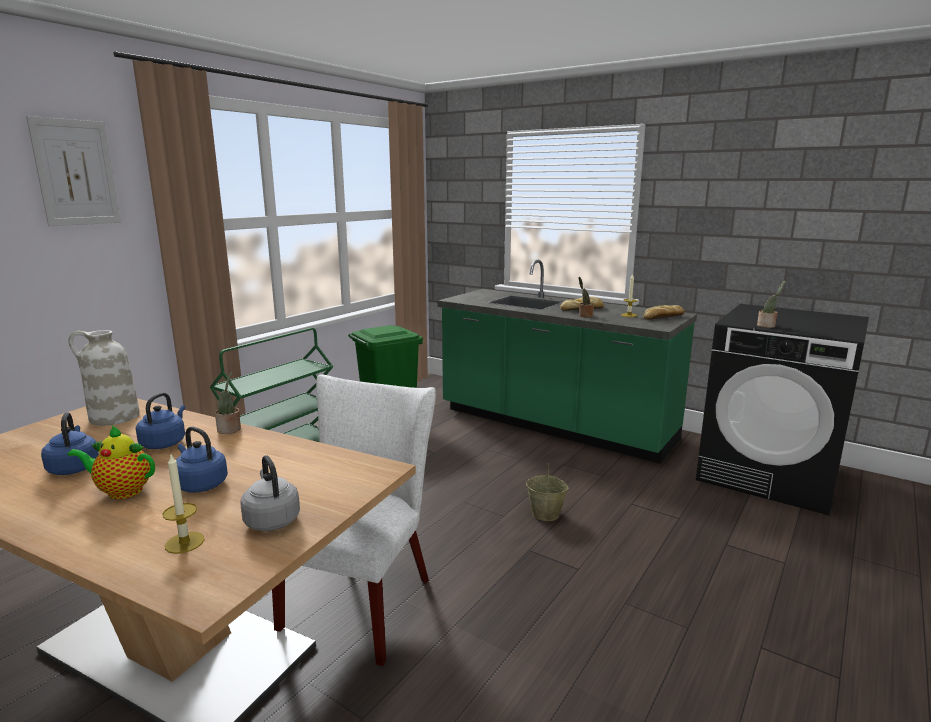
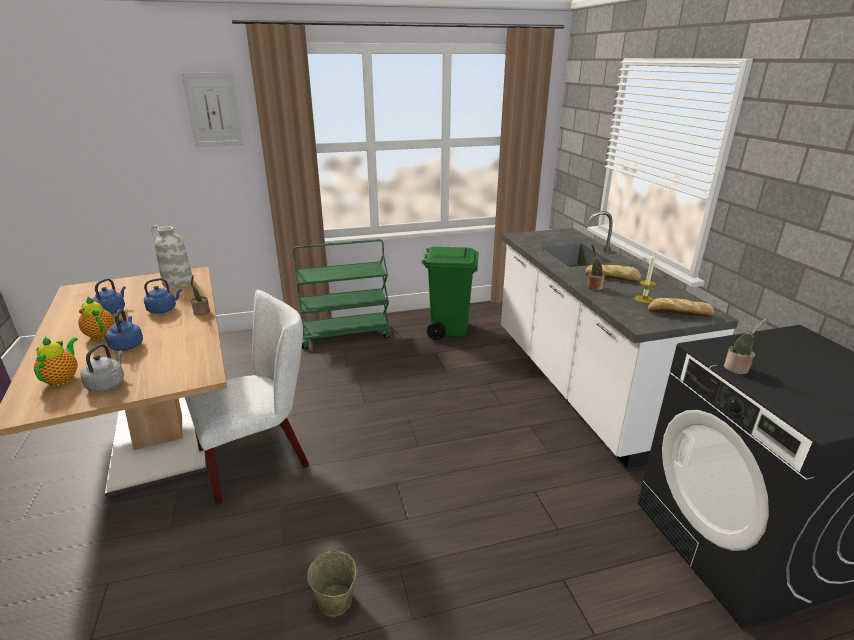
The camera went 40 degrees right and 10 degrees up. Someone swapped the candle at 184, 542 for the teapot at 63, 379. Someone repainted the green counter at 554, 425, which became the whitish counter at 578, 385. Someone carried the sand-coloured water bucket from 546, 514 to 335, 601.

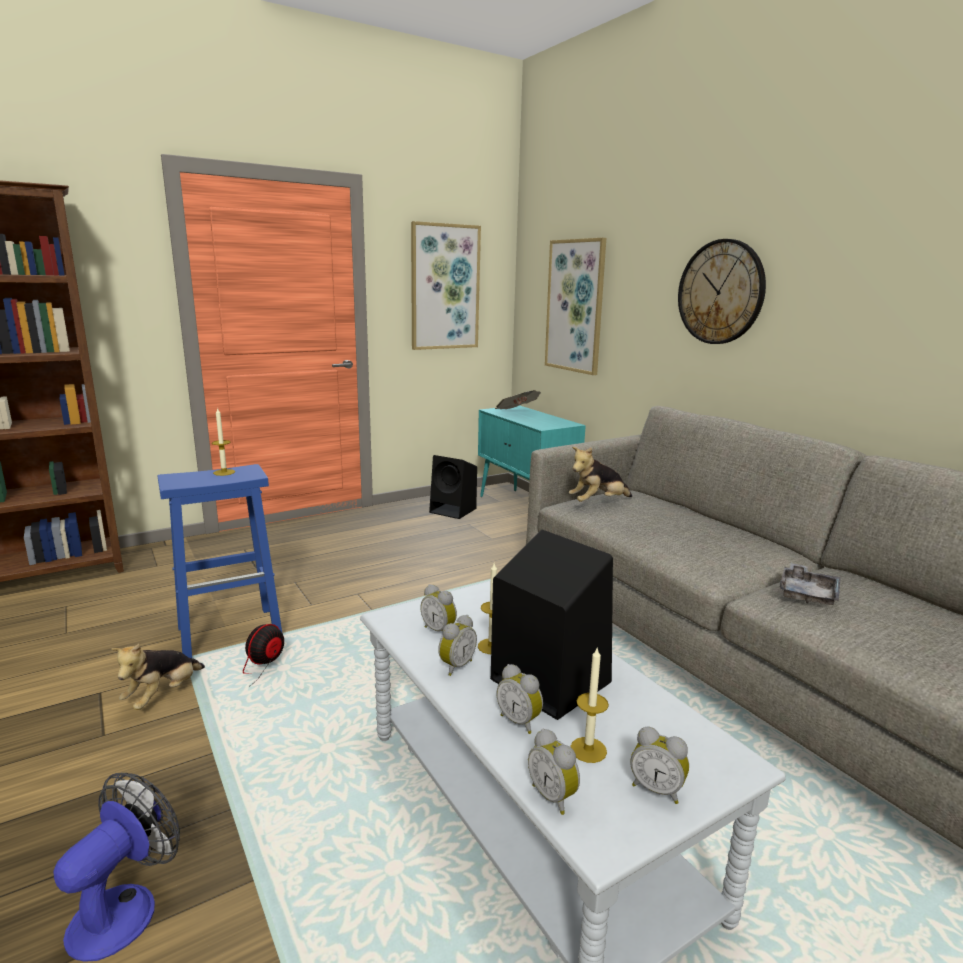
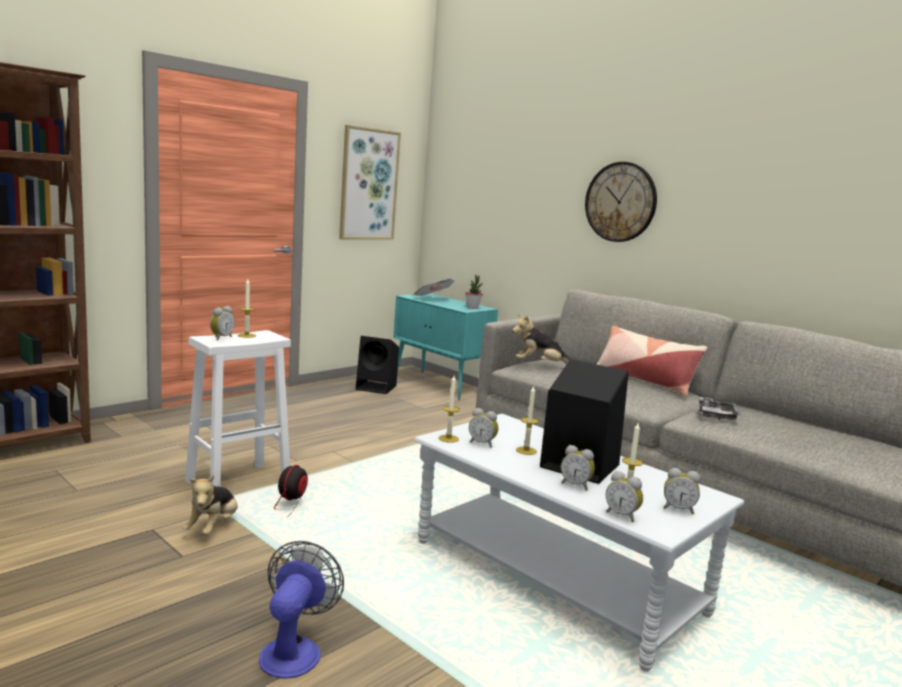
The camera went 15 degrees left and 5 degrees down. Someone repainted the bluish sitting stool at 232, 633, which became the whitish sitting stool at 239, 483. Someone carried the alarm clock from 455, 666 to 221, 338. Someone took away the wall picture at 575, 306. Someone rotated the plush toy at 598, 503 by 45 degrees clockwise. Someone put down the candle at 448, 438. Someone put down the plant in a pot at 472, 308. Someone put down the throw pillow at 644, 380.

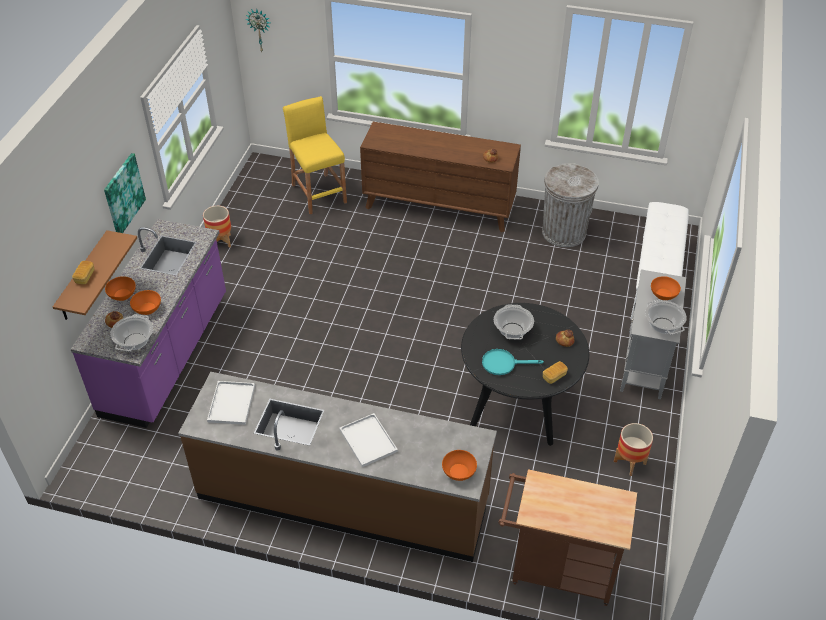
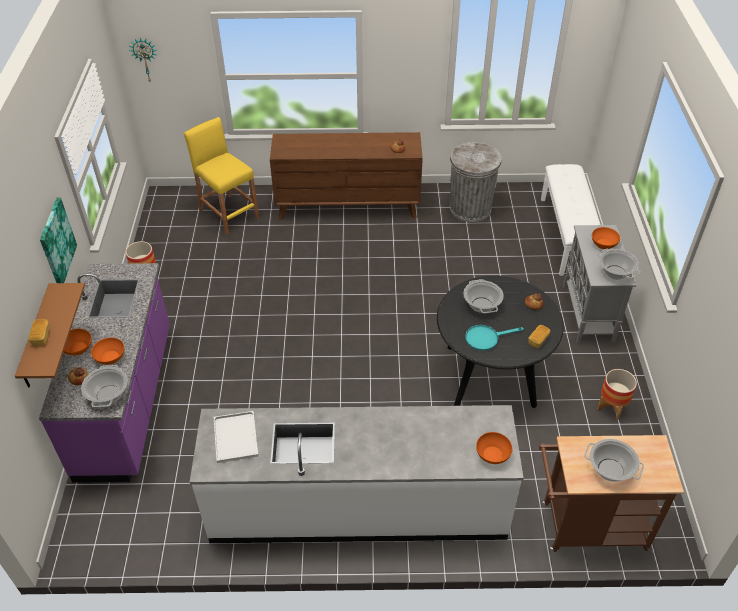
The camera went 15 degrees left and 0 degrees up. Someone repainted the brown-coloured counter at 343, 498, which became the whitish counter at 358, 506. Someone took away the whitish carrying tray at 367, 440. Someone put down the saucepot at 610, 469.

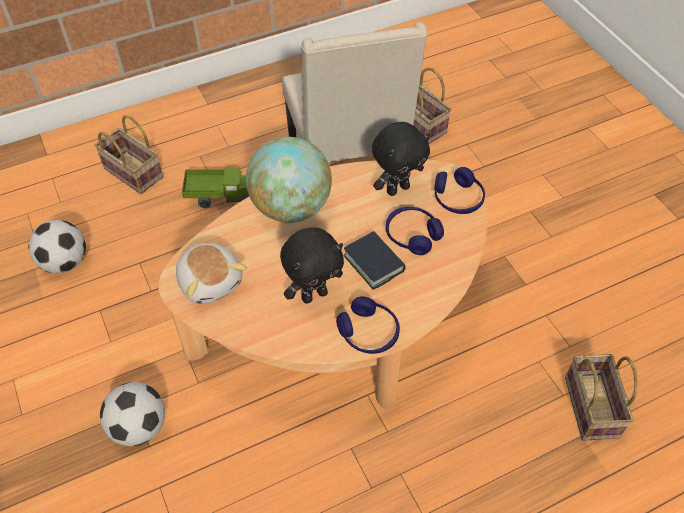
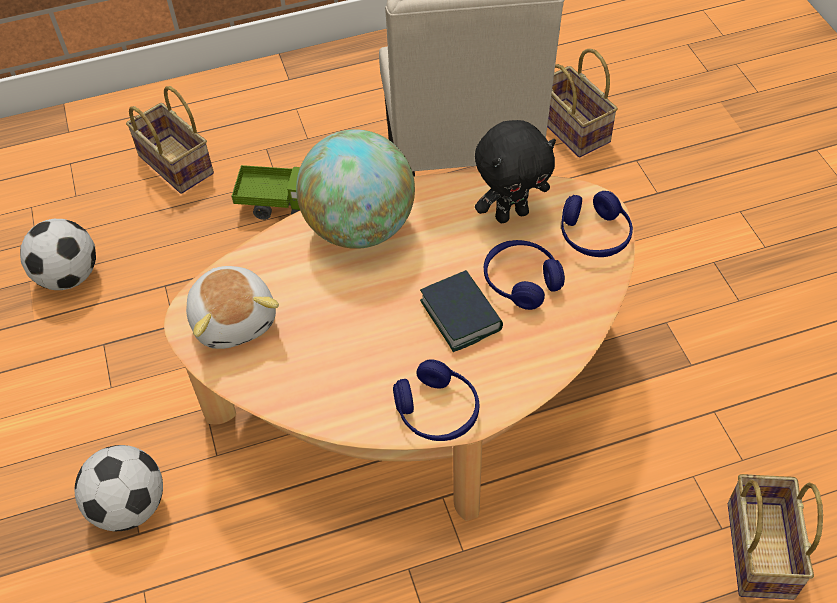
The camera went 10 degrees right and 0 degrees up. Someone took away the black-coloured plush toy at 314, 294.

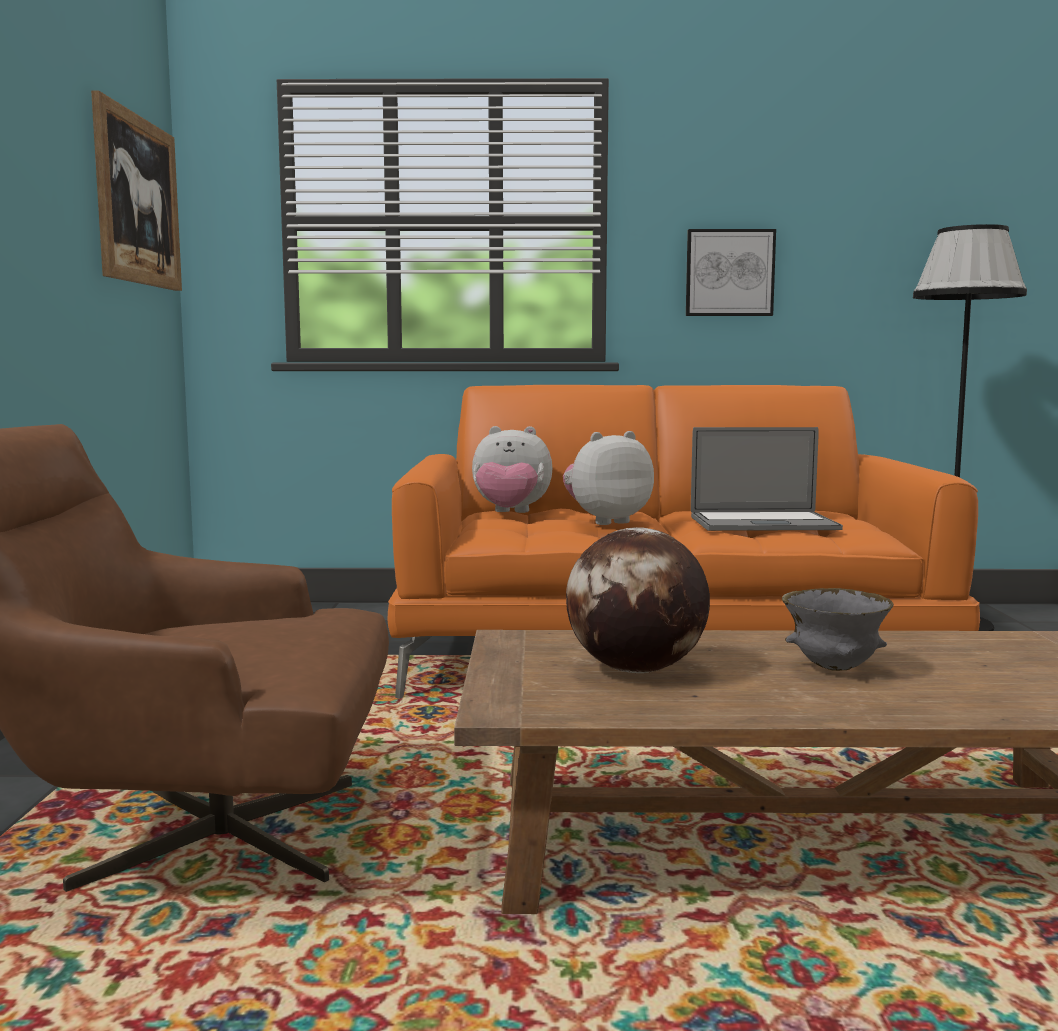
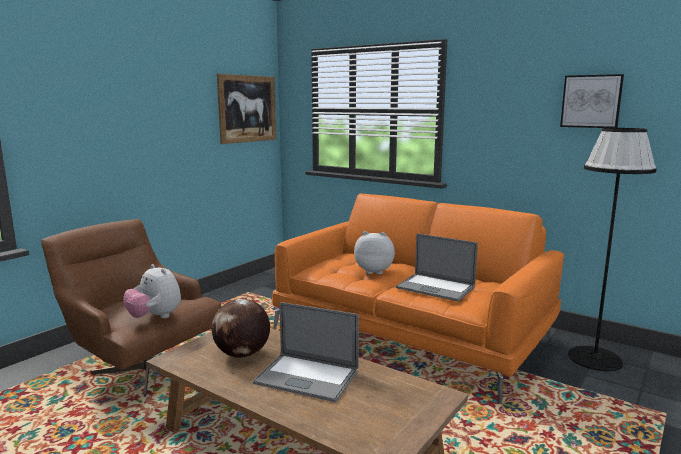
The camera went 35 degrees right and 5 degrees up. Someone carried the plush toy from 510, 513 to 155, 317. Someone carried the wall picture from 729, 273 to 591, 101. Someone swapped the greyish bowl at 834, 668 for the notebook computer at 306, 377.

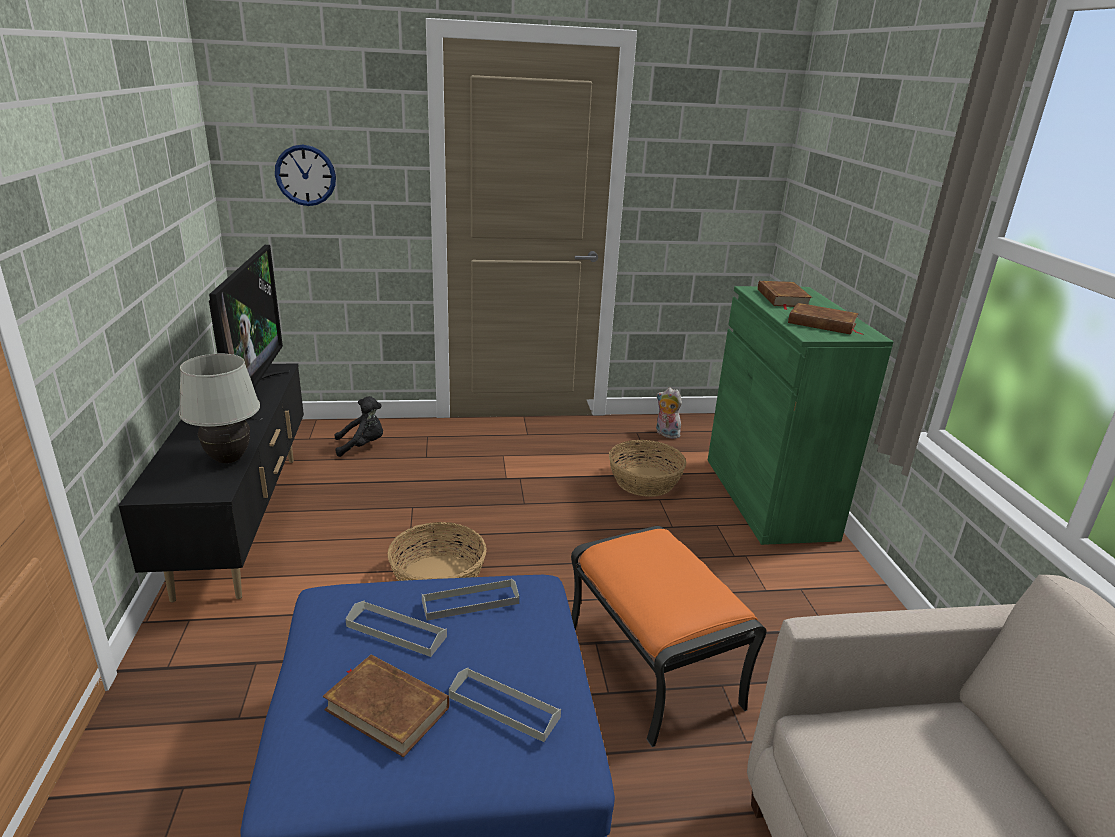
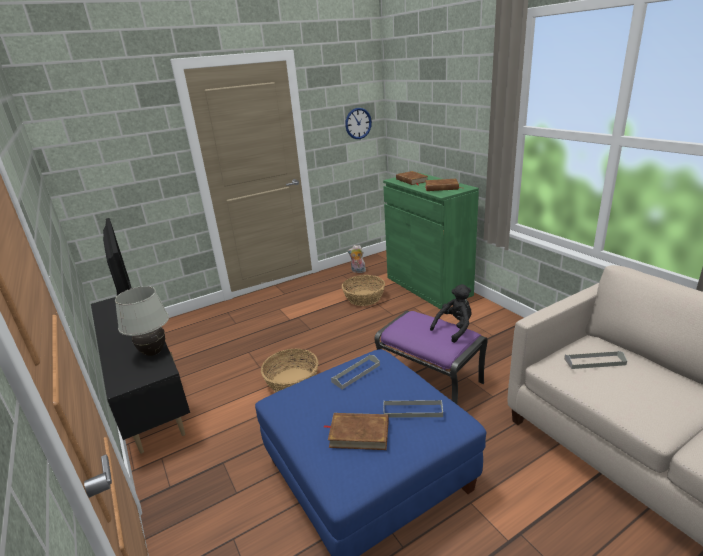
The camera went 20 degrees left and 0 degrees up. Someone carried the wall clock from 305, 175 to 358, 123. Someone carried the black-coloured plush toy from 362, 446 to 454, 328. Someone carried the greyish carrying tray from 396, 631 to 594, 362. Someone repainted the orange footrest at 654, 666, which became the purple footrest at 431, 381.

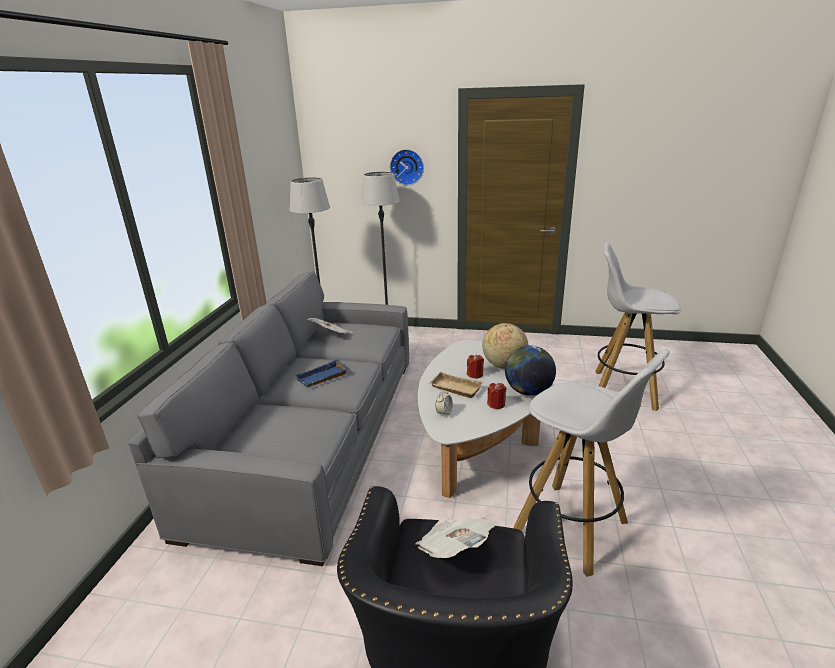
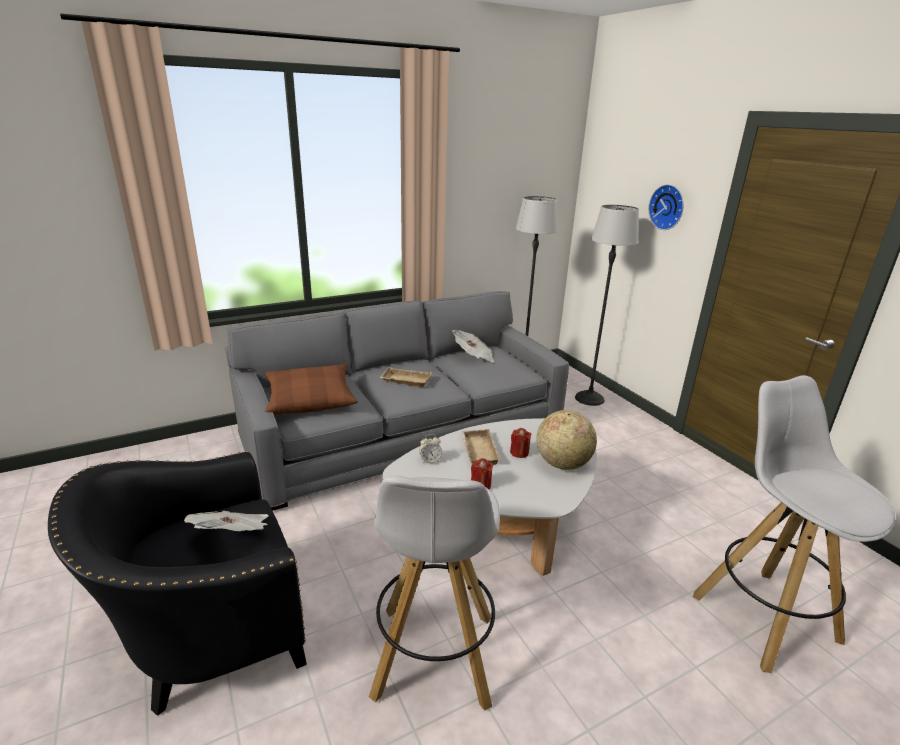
The camera went 50 degrees right and 0 degrees up. Someone repainted the bluish carrying tray at 322, 378, which became the sand-coloured carrying tray at 405, 381. Someone took away the desk globe at 528, 391. Someone put down the brown-coloured throw pillow at 310, 398.

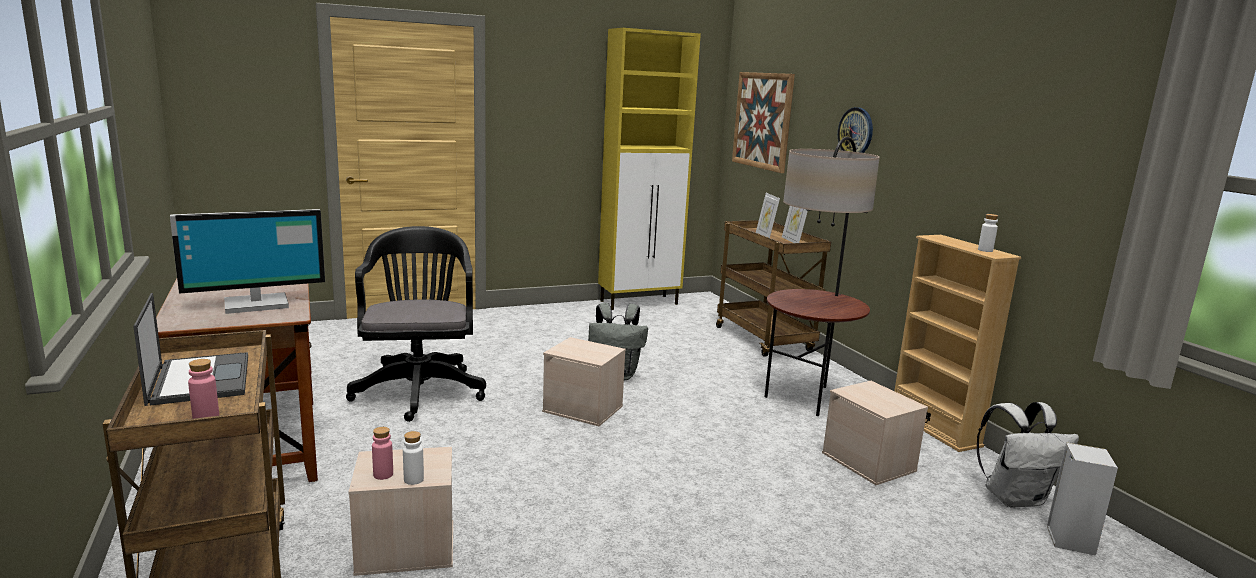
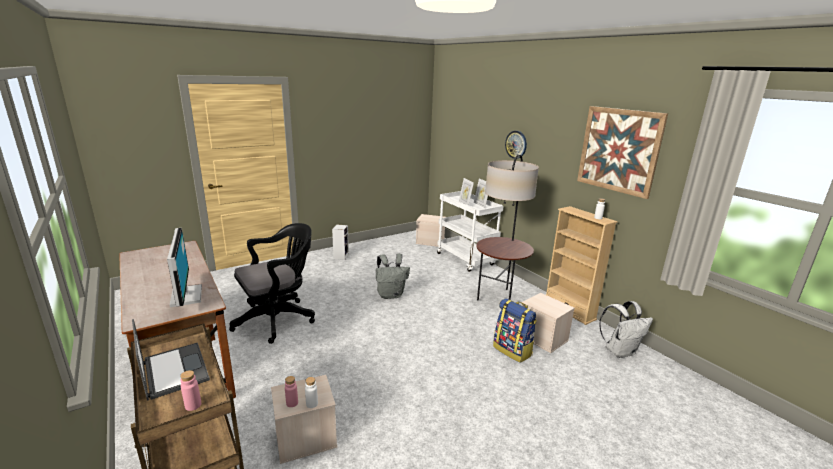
The camera went 10 degrees left and 5 degrees up. Someone rotated the computer display at 256, 304 by 75 degrees counterclockwise. Someone rotated the black-coloured computer chair at 419, 389 by 75 degrees clockwise. Someone carried the sand-coloured storage container from 584, 408 to 430, 241. Someone took away the yellow storage cabinet at 640, 302. Someone repainted the brown-coloured cart at 765, 340, which became the whitish cart at 466, 260. Someone carried the wall picture from 762, 120 to 618, 150. Someone carried the loudspeaker from 1068, 539 to 341, 256. Someone put down the knapsack at 513, 350.

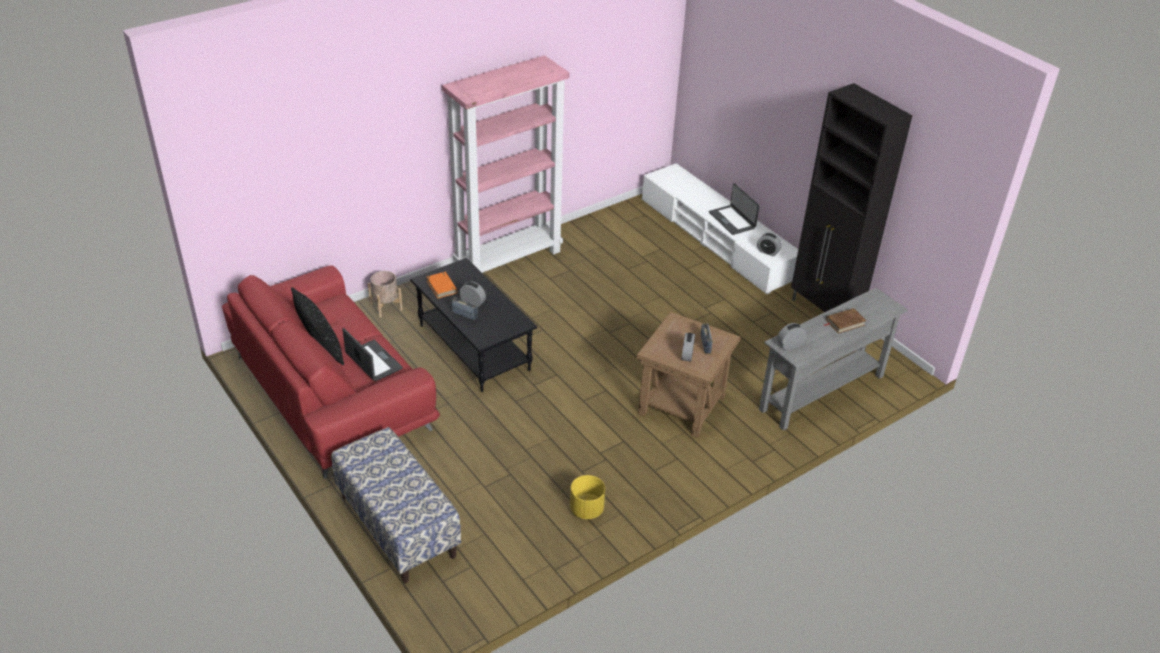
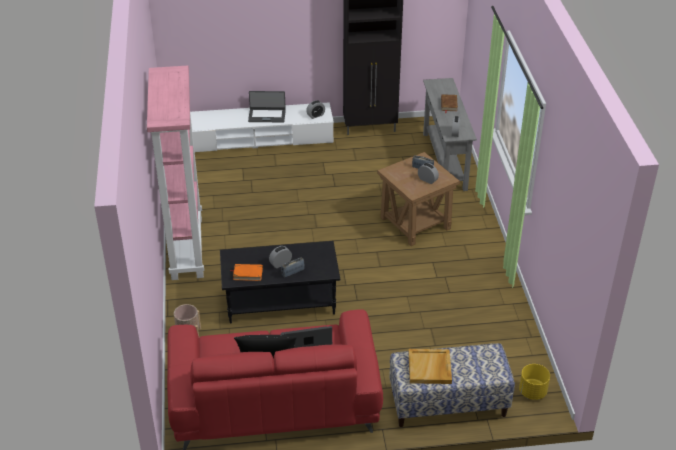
The camera went 60 degrees left and 0 degrees up. Someone carried the yellow plant pot from 586, 509 to 532, 392. Someone put down the sand-coloured carrying tray at 430, 368.

